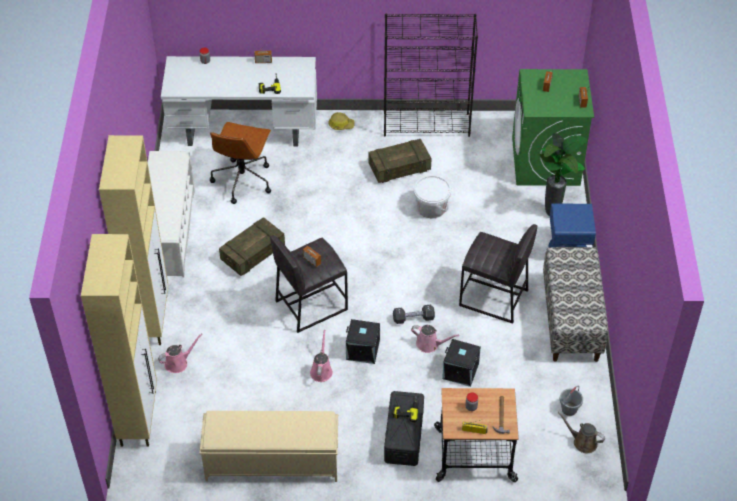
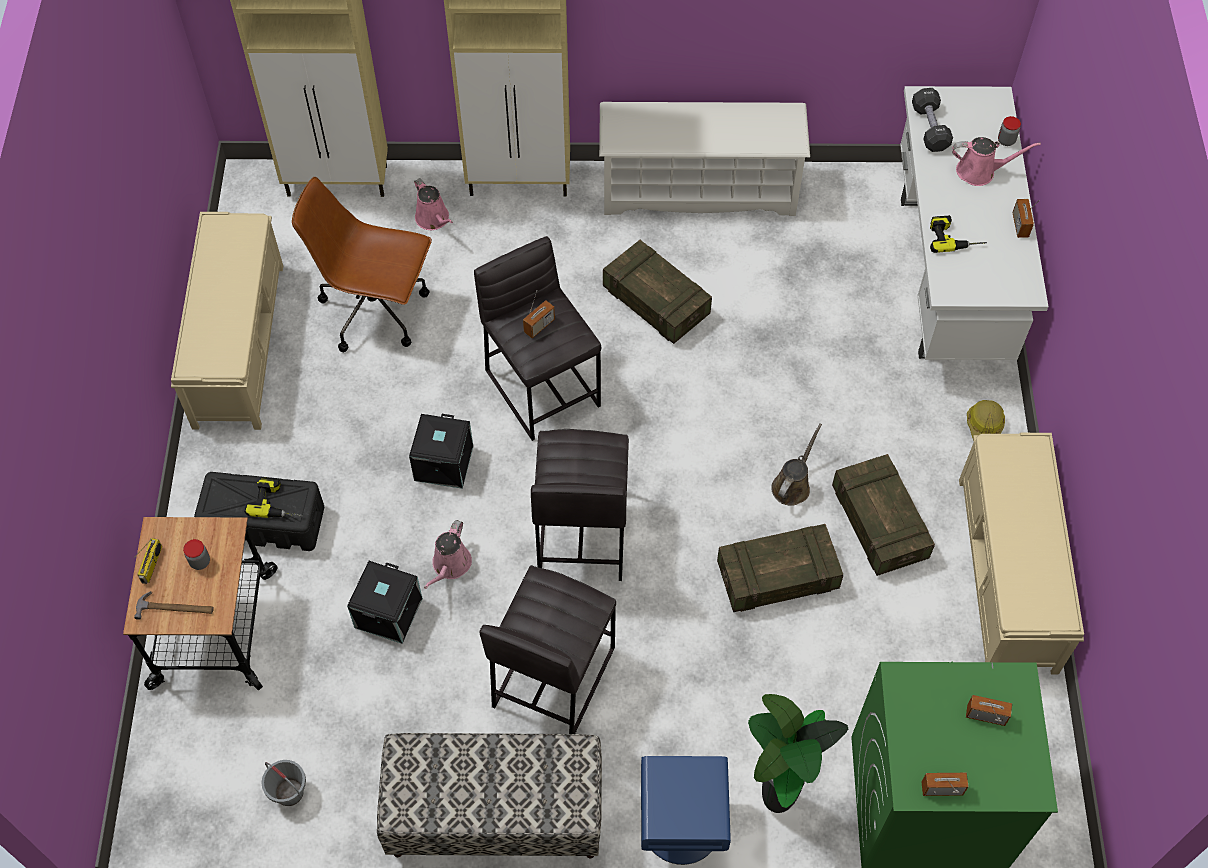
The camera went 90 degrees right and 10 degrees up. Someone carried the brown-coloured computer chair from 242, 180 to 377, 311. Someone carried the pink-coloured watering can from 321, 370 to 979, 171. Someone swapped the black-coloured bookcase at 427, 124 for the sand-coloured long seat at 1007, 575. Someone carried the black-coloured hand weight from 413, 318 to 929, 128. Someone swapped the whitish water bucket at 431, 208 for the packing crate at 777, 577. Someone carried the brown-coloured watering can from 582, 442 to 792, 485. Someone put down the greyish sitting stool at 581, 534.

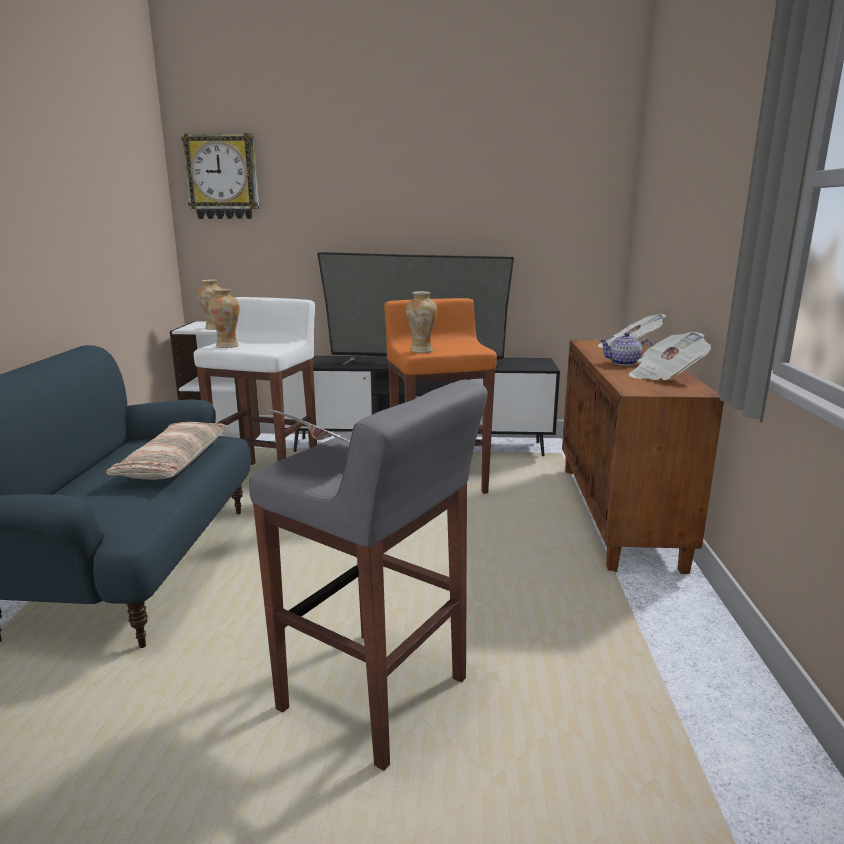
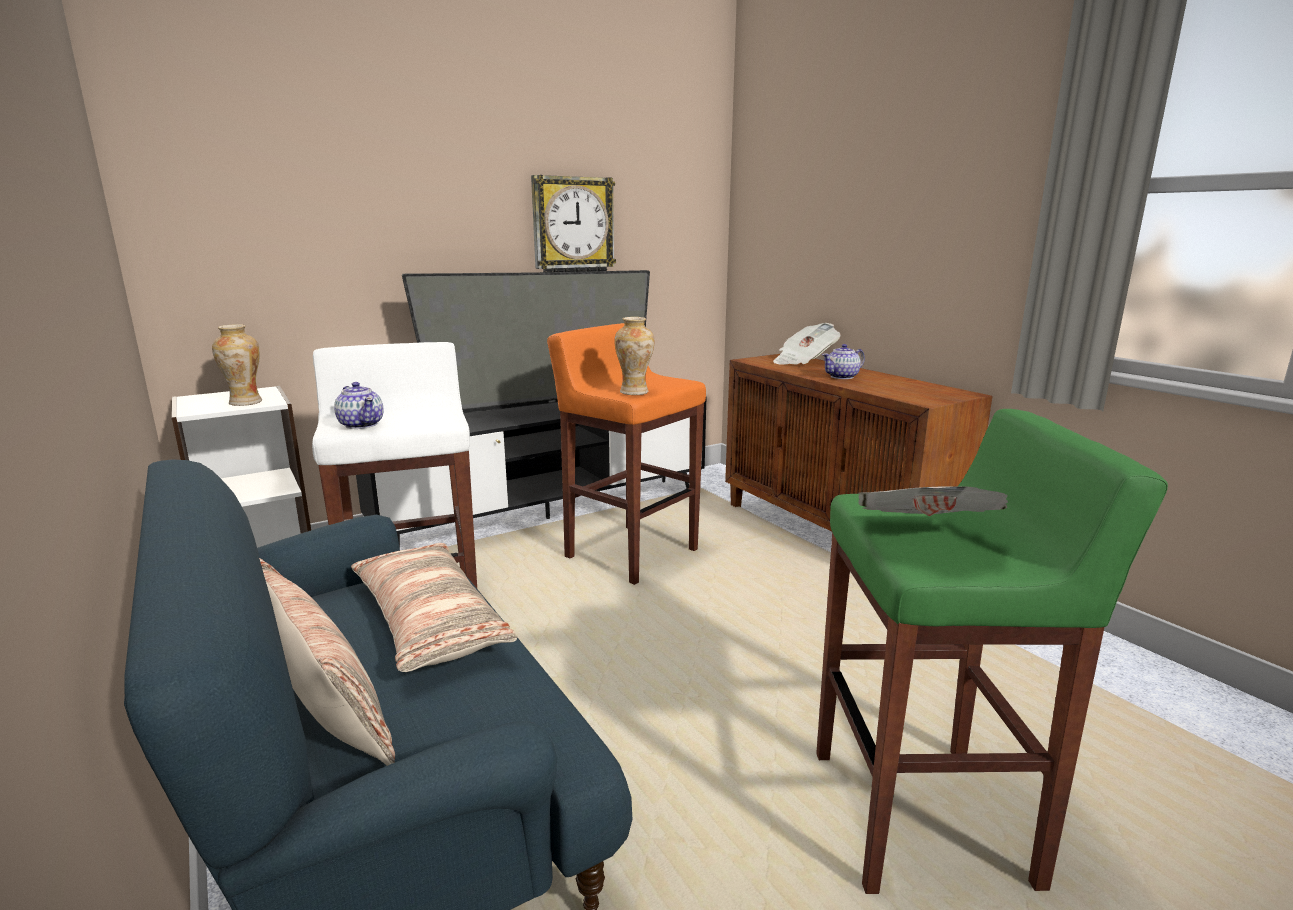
The camera went 35 degrees left and 0 degrees up. Someone carried the wall clock from 223, 177 to 572, 229. Someone swapped the vase at 227, 346 for the teapot at 361, 425. Someone repainted the greyish sitting stool at 376, 695, which became the green sitting stool at 923, 816. Someone took away the newspaper at 665, 376. Someone put down the throw pillow at 323, 701.

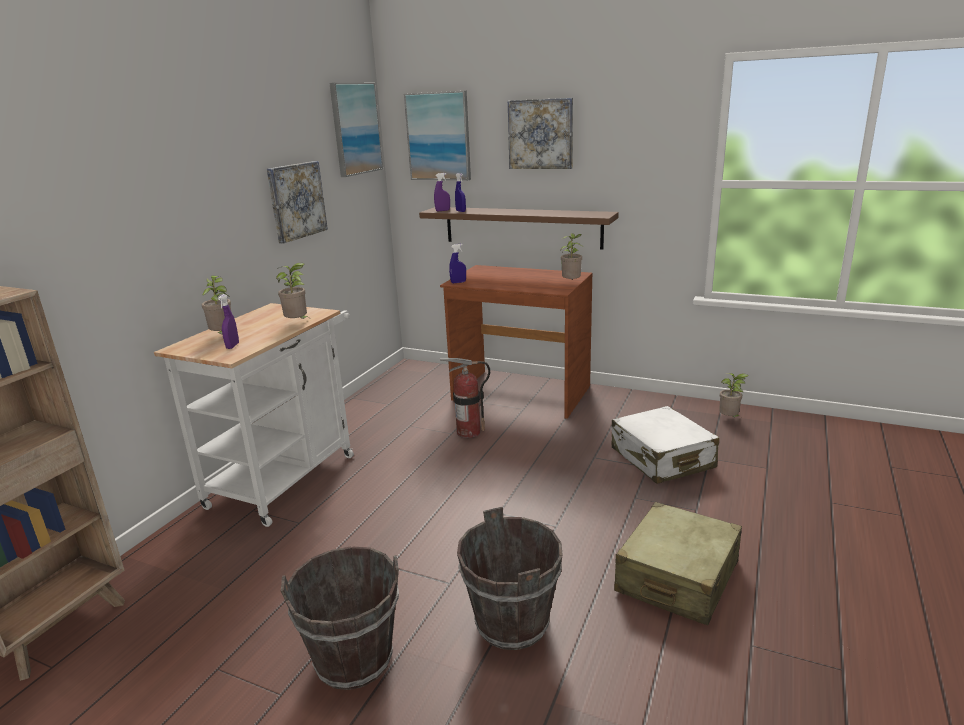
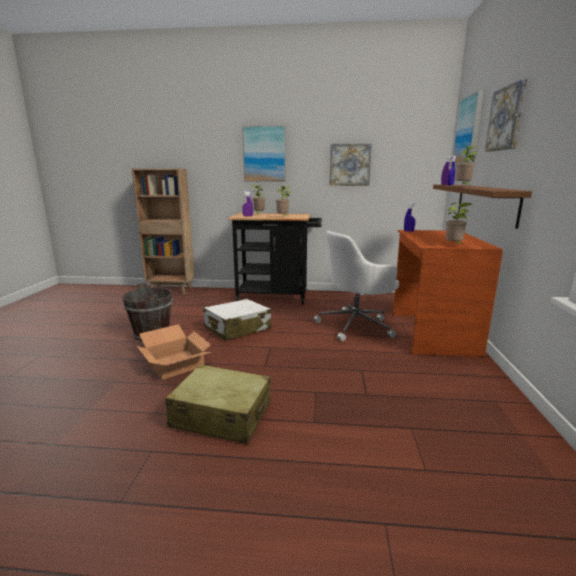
The camera went 70 degrees right and 5 degrees down. Someone repainted the whitish cart at 288, 475, which became the black-coloured cart at 277, 297. Someone carried the wall picture from 355, 129 to 264, 154. Someone swapped the fire extinguisher at 468, 432 for the whitish computer chair at 356, 325. Someone swapped the brown-coloured water bucket at 511, 623 for the carton at 174, 363. Someone carried the whitish travel case from 661, 458 to 237, 328. Someone carried the plant in a pot from 729, 419 to 463, 186.

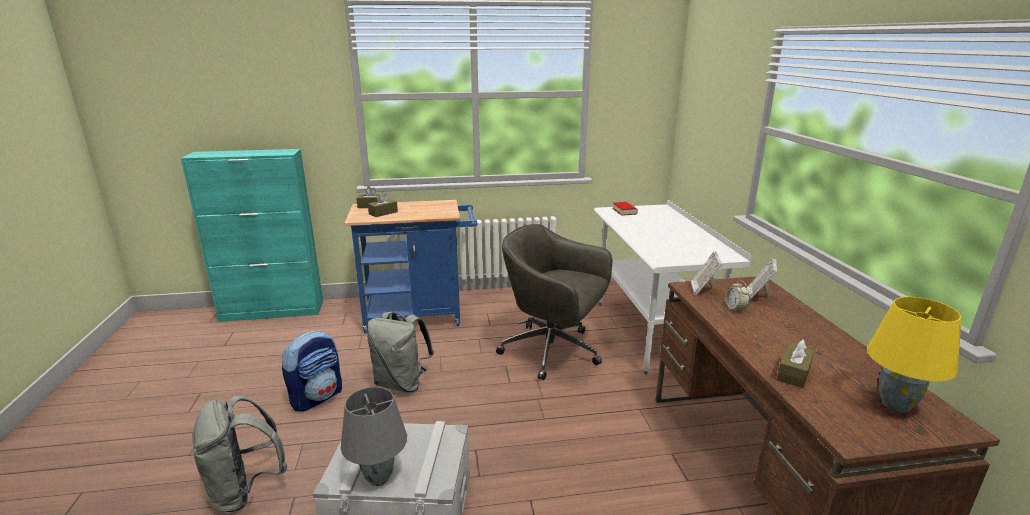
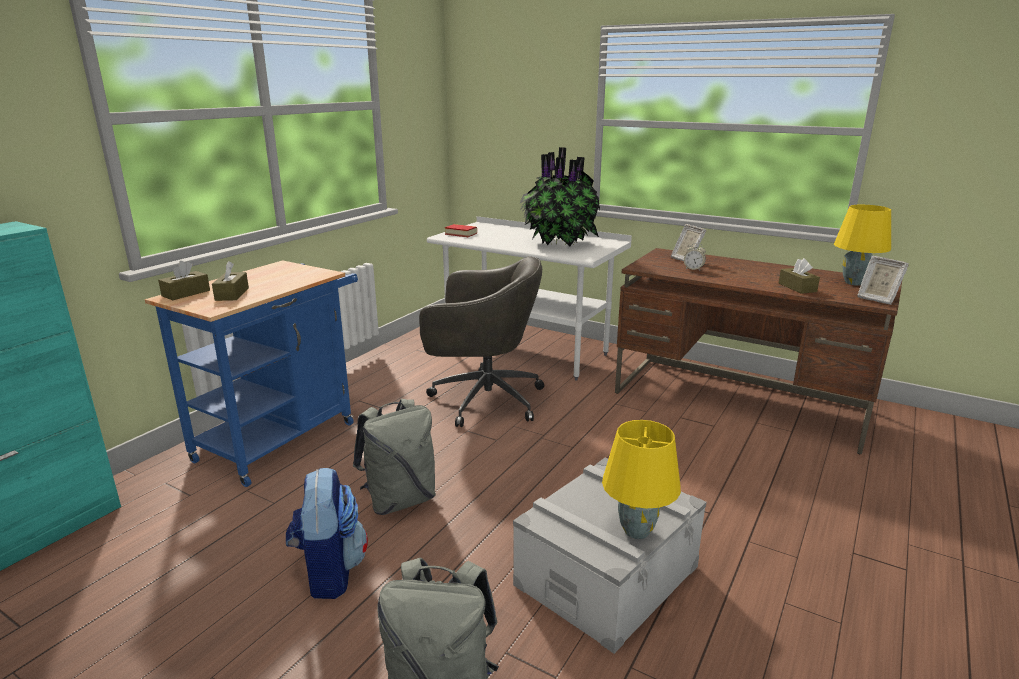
The camera went 50 degrees left and 0 degrees up. Someone repainted the greyish tabletop lamp at 378, 478, which became the yellow tabletop lamp at 636, 532. Someone rotated the greyish computer chair at 553, 351 by 150 degrees counterclockwise. Someone carried the photo frame from 703, 290 to 876, 299. Someone put down the plant in a pot at 558, 243.

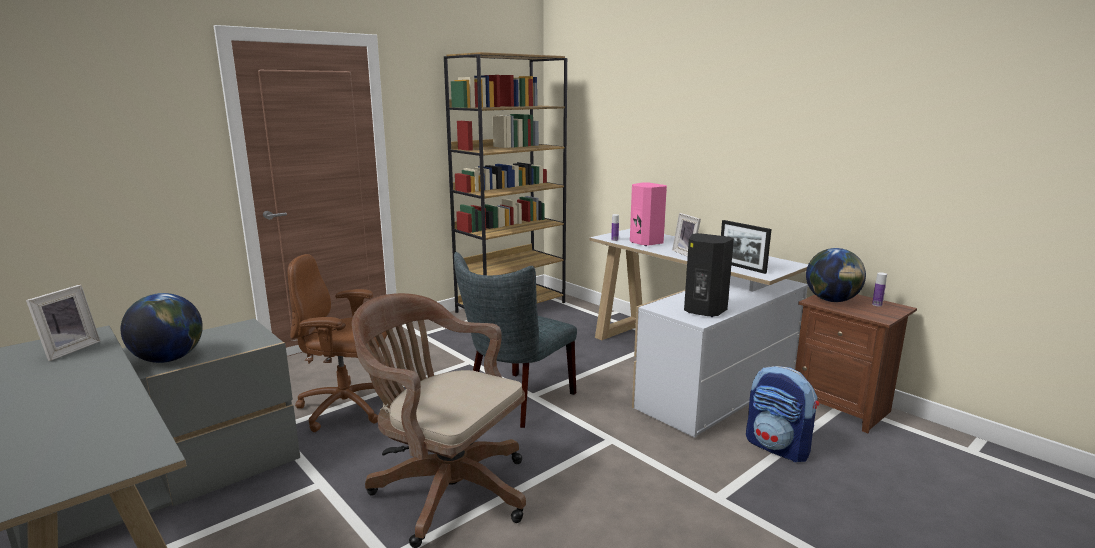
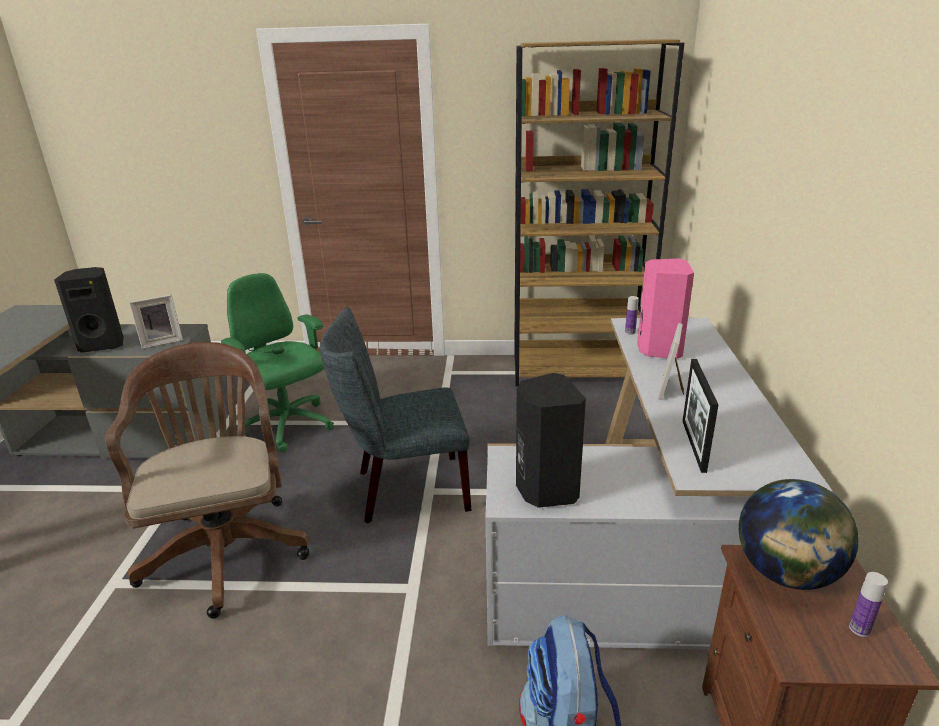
The camera went 45 degrees right and 10 degrees up. Someone carried the photo frame from 68, 350 to 162, 341. Someone swapped the desk globe at 169, 359 for the black-coloured loudspeaker at 103, 345. Someone repainted the brown-coloured computer chair at 346, 408, which became the green computer chair at 288, 427.

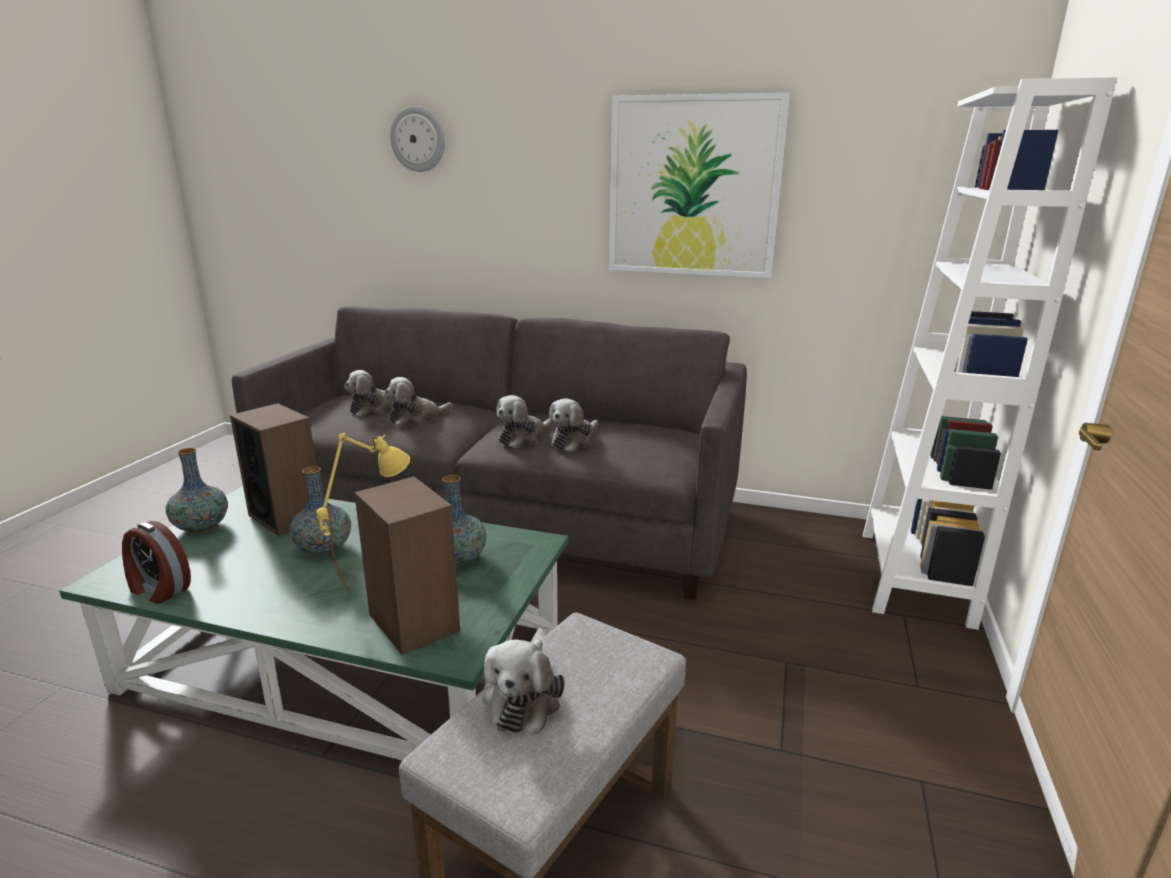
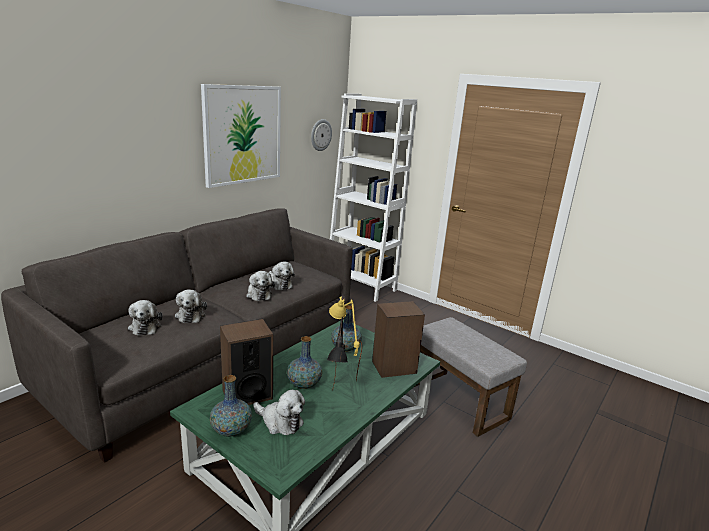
The camera went 70 degrees left and 0 degrees up. Someone took away the alarm clock at 158, 589. Someone carried the wall clock from 418, 139 to 320, 135. Someone carried the plush toy from 523, 699 to 280, 422. Someone put down the black-coloured tabletop lamp at 336, 404.

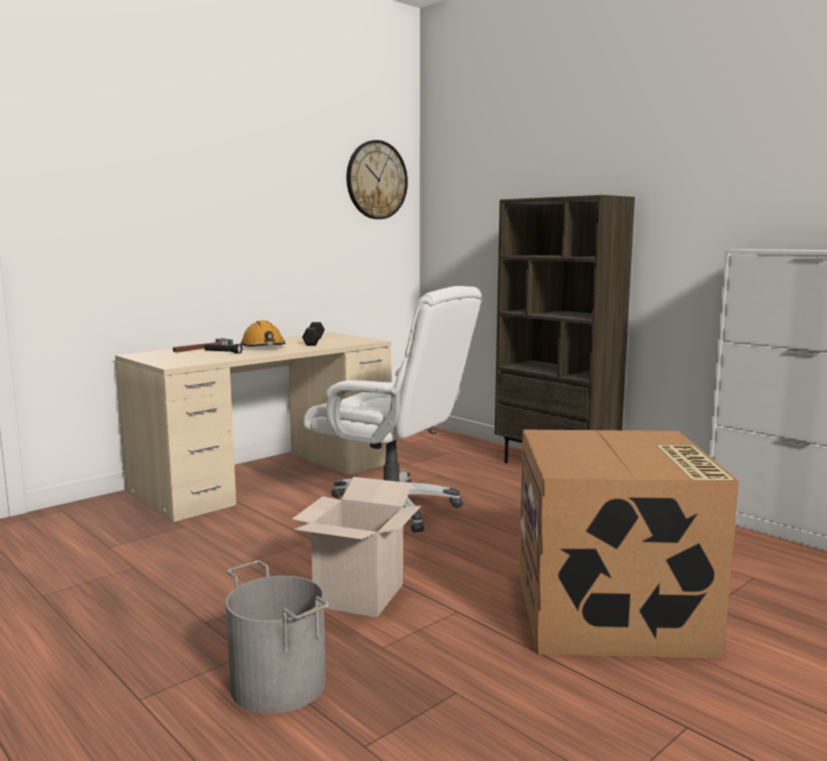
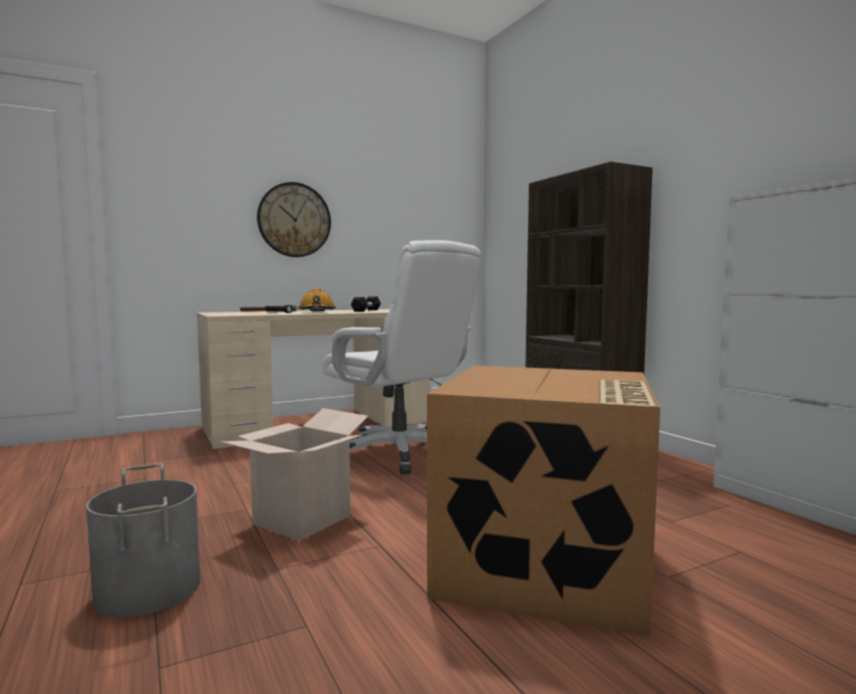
The camera went 15 degrees right and 5 degrees down. Someone carried the wall clock from 376, 180 to 294, 220.

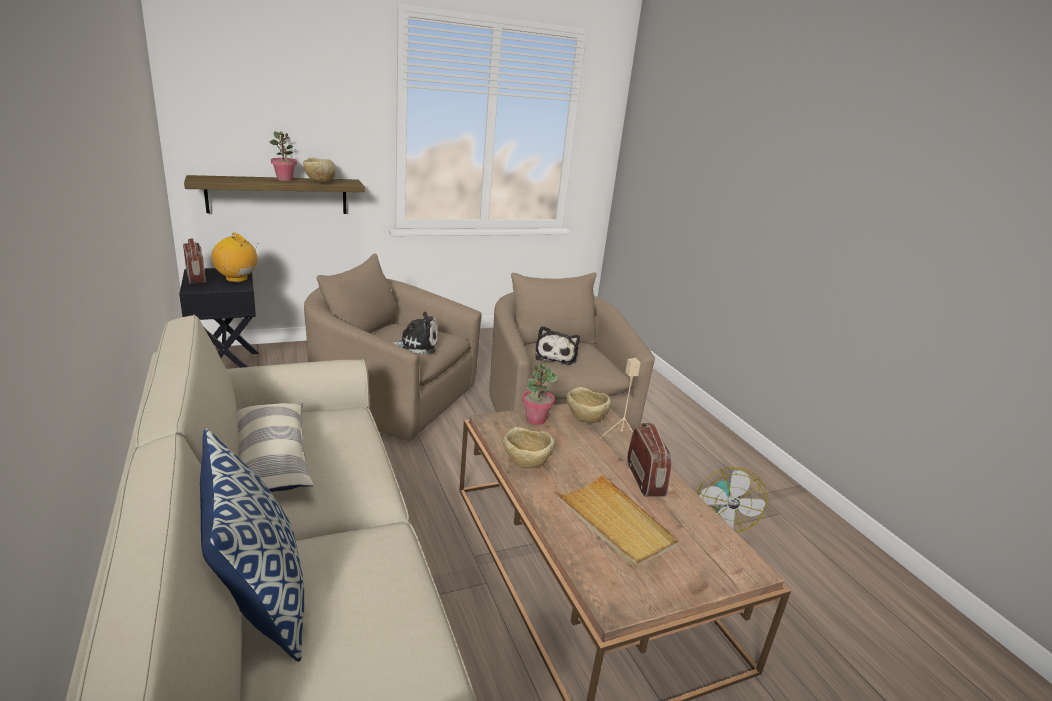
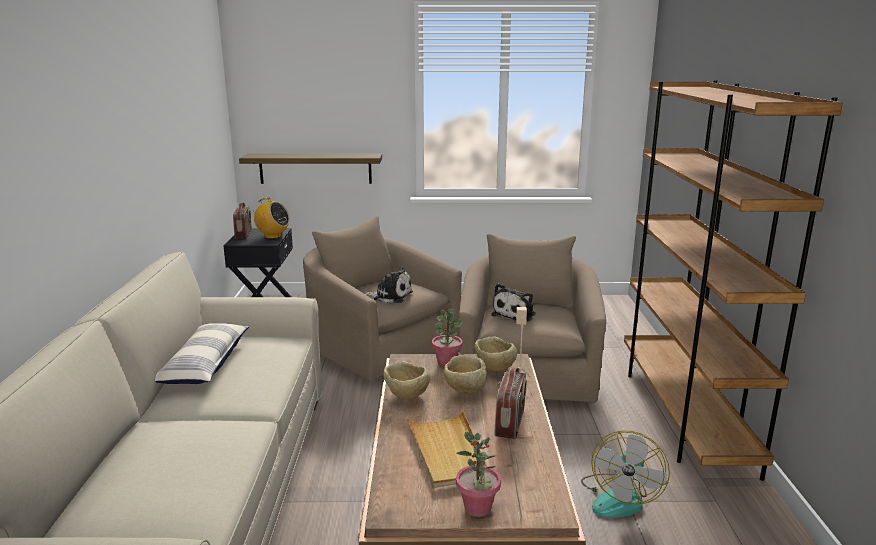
The camera went 25 degrees right and 5 degrees down. Someone took away the throw pillow at 258, 602. Someone rotated the radio at 237, 279 by 150 degrees clockwise. Someone carried the plant in a pot from 285, 179 to 477, 508. Someone carried the sand-coloured bowl from 320, 182 to 465, 391. Someone put down the brown-coloured bookcase at 683, 415.

